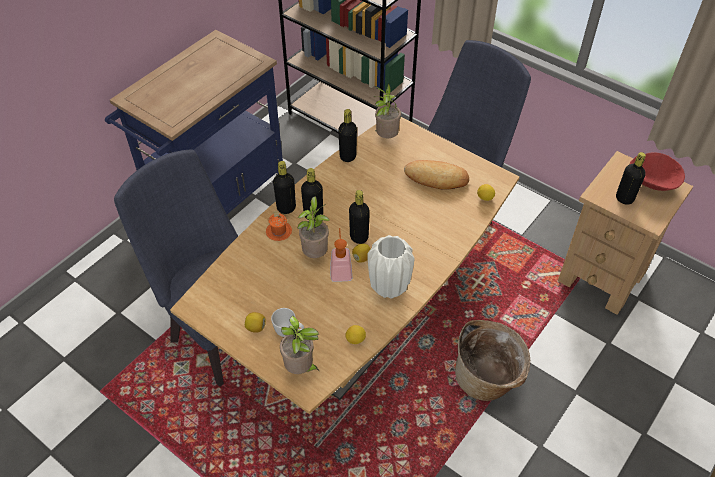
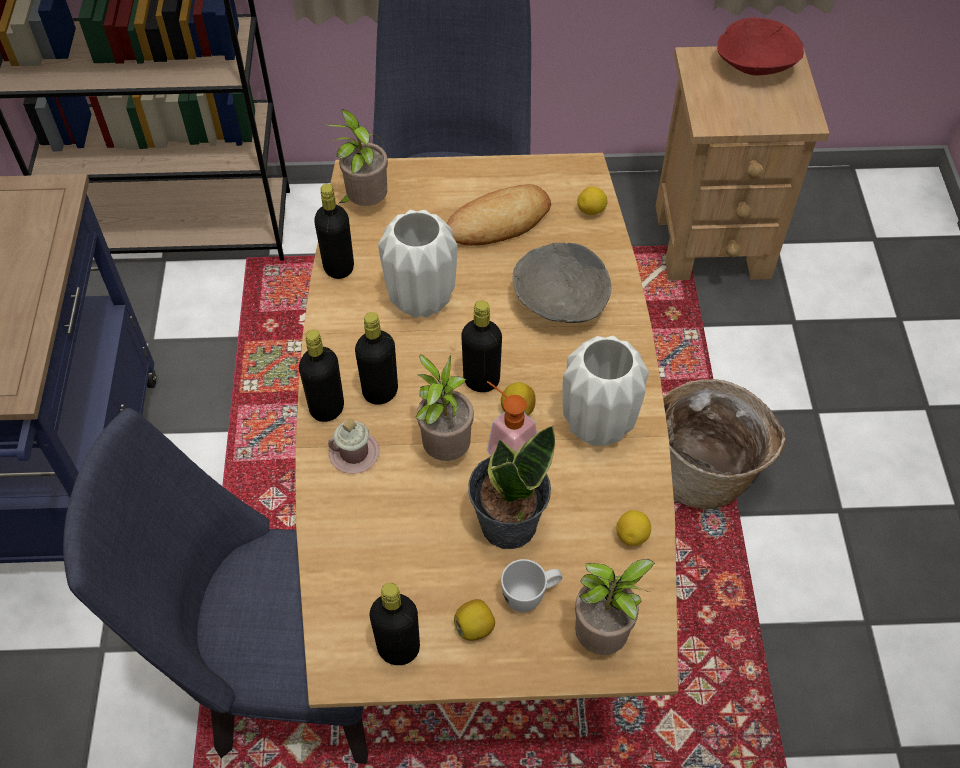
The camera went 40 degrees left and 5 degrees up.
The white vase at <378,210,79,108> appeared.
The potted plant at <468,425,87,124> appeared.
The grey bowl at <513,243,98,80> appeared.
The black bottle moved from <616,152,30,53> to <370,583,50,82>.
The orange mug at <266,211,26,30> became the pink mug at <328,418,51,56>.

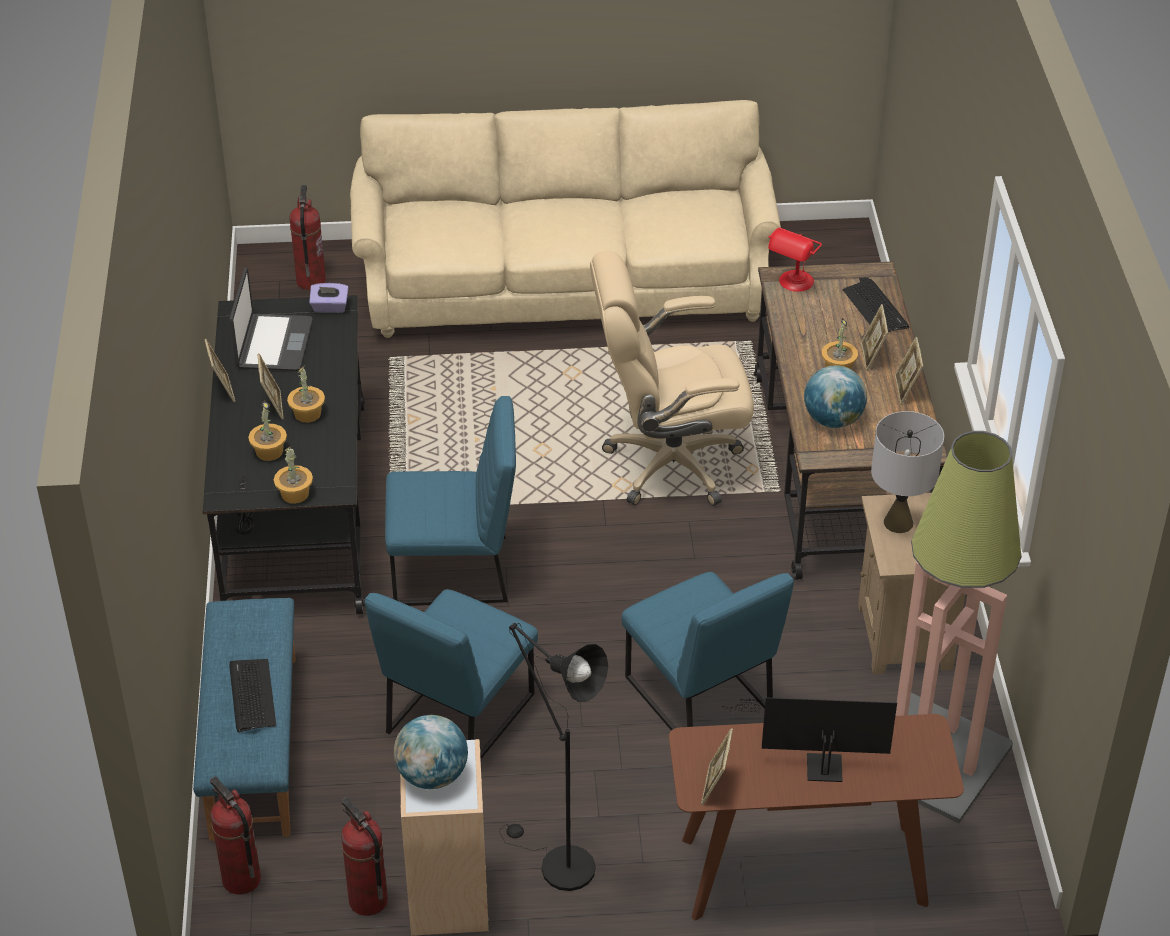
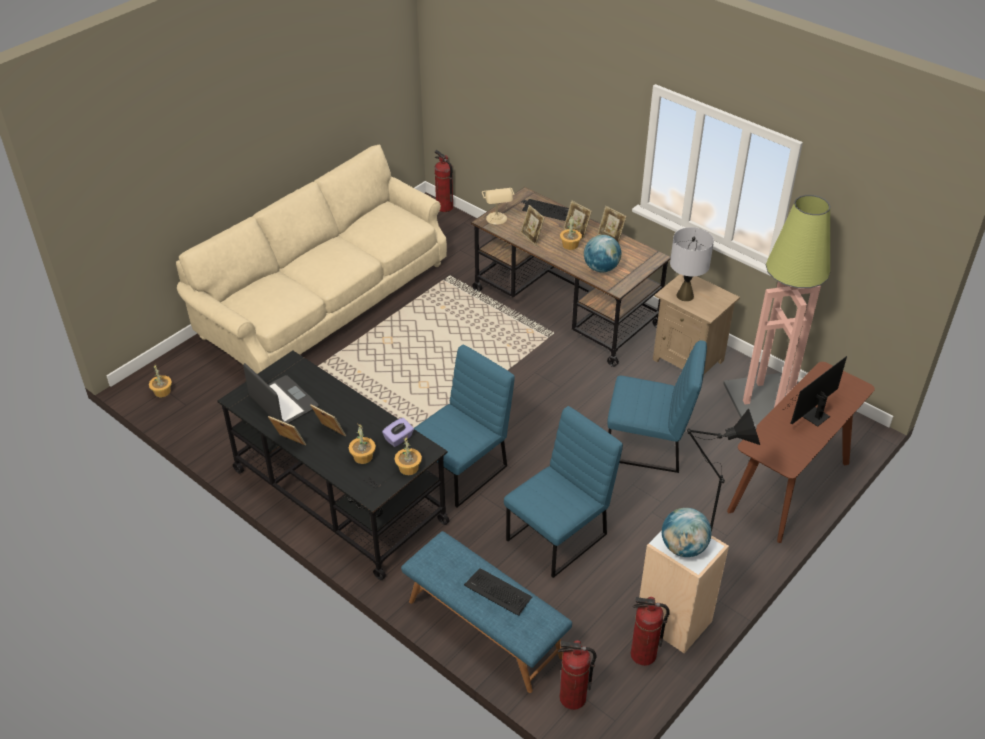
The camera went 45 degrees left and 0 degrees up.
The beige office chair at <590,251,164,255> disappeared.
The potted plant moved from <287,366,38,57> to <149,364,23,33>.
The fire extinguisher moved from <289,185,37,105> to <435,150,18,62>.
The purple tissue box moved from <309,283,40,30> to <382,418,32,29>.
The picture frame moved from <701,728,32,77> to <520,205,25,40>.
The red table lamp at <768,228,54,64> became the beige table lamp at <482,188,33,37>.
The blue chair at <364,589,174,170> turned 120 degrees counterclockwise.

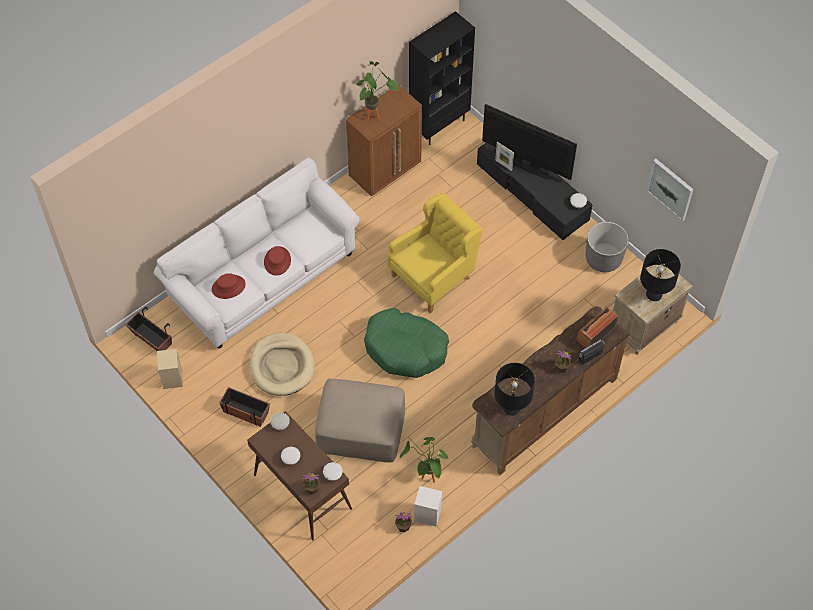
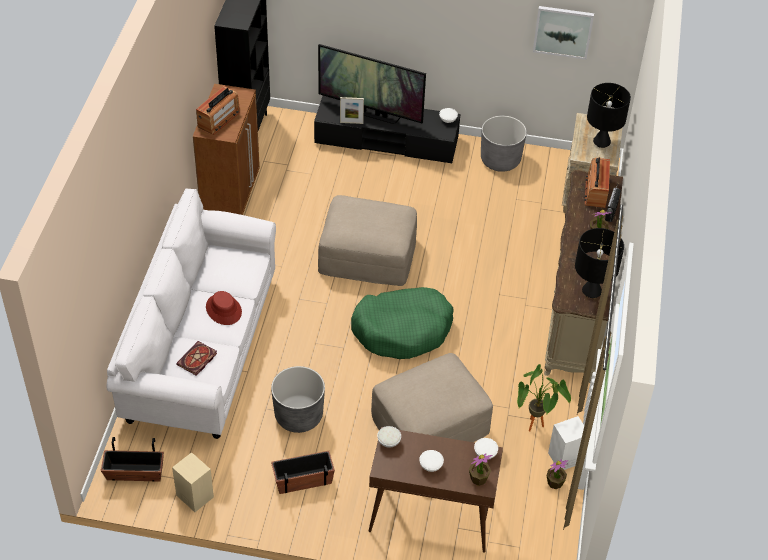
The camera went 40 degrees left and 10 degrees down.
The red hat at <212,273,34,26> was replaced by the book at <176,341,41,34>.
The beige dog bed at <250,333,65,62> was replaced by the grey planter at <271,366,54,67>.
The potted plant at <356,61,42,60> was replaced by the radio at <196,86,44,49>.
The yellow armchair at <387,193,96,120> was replaced by the beige ottoman at <318,195,99,91>.
The television at <482,104,95,76> turned 150 degrees counterclockwise.

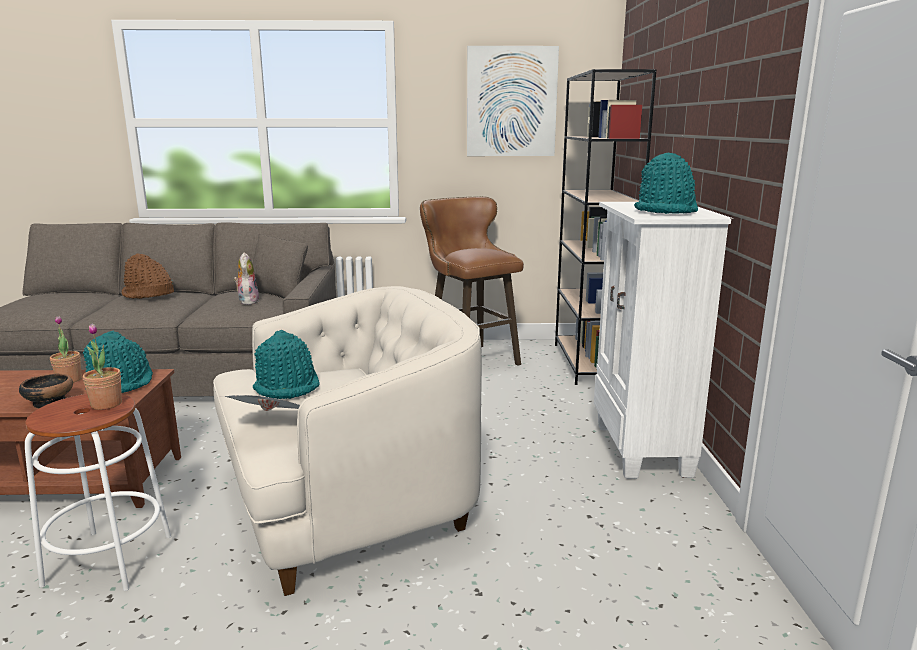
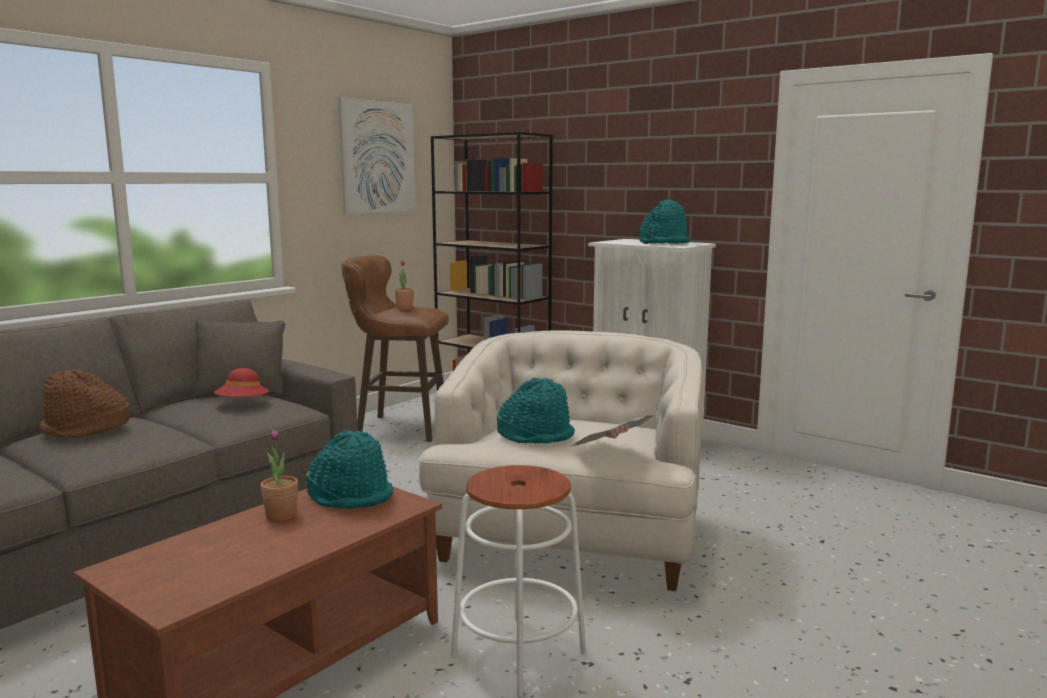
The camera went 50 degrees left and 5 degrees down.
The bowl at <19,374,54,34> disappeared.
The potted plant moved from <83,324,39,86> to <395,260,19,50>.
The plush toy at <234,252,25,53> was replaced by the red hat at <213,368,57,30>.

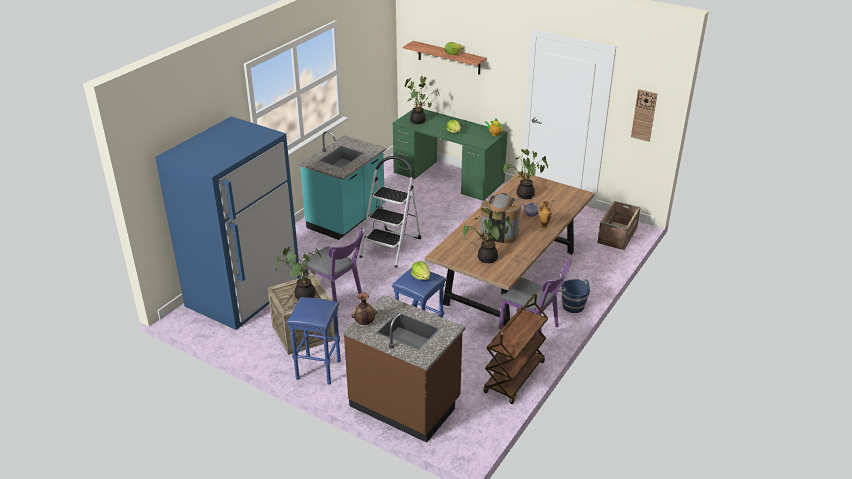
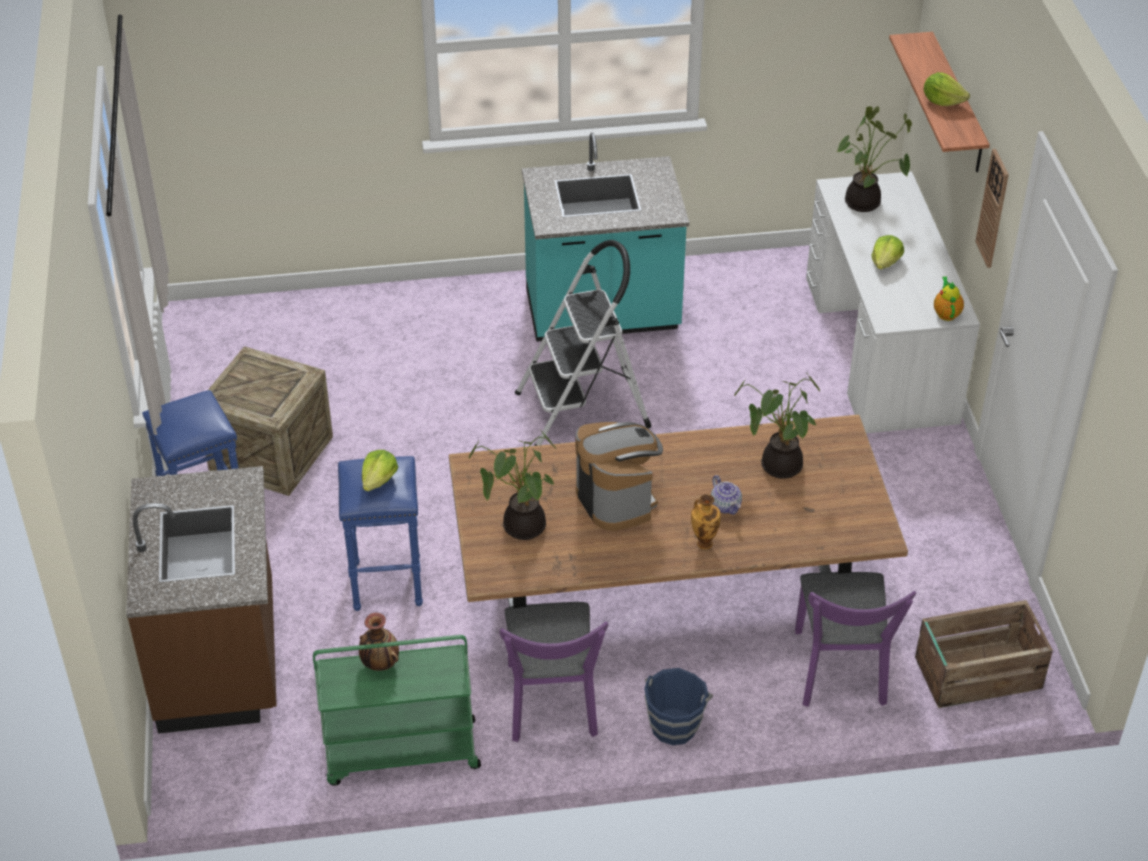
The camera went 50 degrees right and 10 degrees up.
The blue fridge at <155,116,146,214> disappeared.
The potted plant at <276,247,46,53> disappeared.
The purple chair moved from <302,228,62,74> to <795,572,121,135>.
The vase moved from <352,293,25,32> to <359,613,40,58>.
The wall clock moved from <631,89,27,53> to <975,149,34,119>.
The green desk at <392,109,116,92> became the white desk at <806,172,174,261>.
The brown cart at <483,294,65,110> became the green cart at <313,635,168,151>.

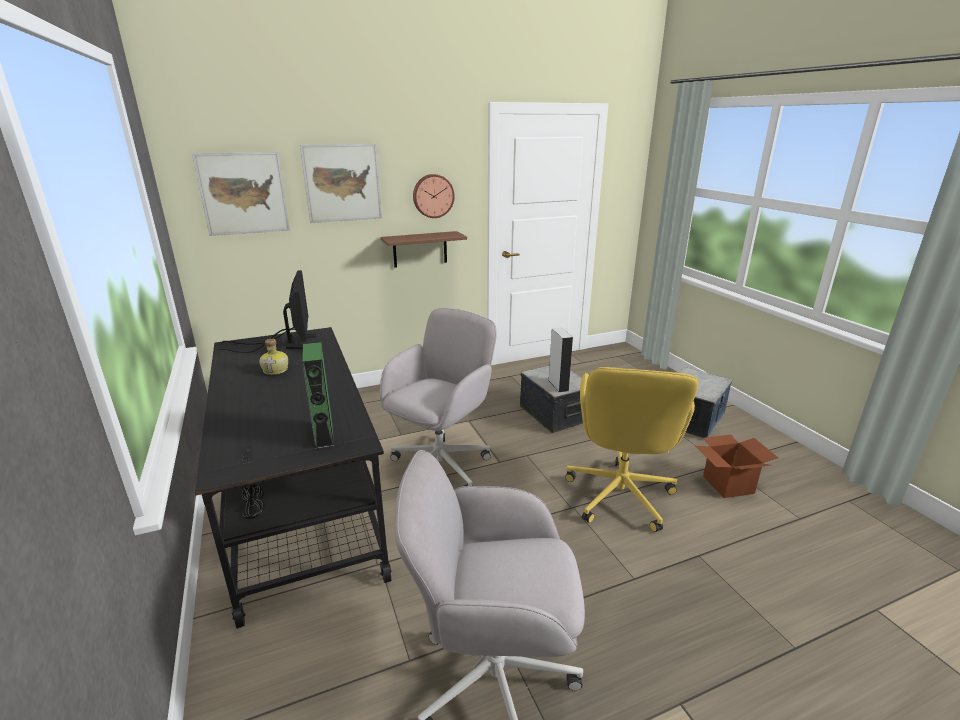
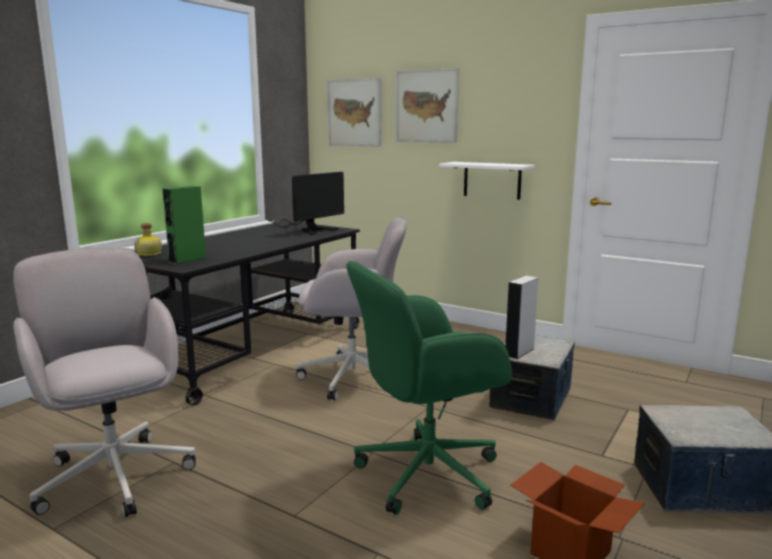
The camera went 55 degrees right and 10 degrees down.
The wall clock at <413,174,42,44> disappeared.
The bottle moved from <259,339,29,36> to <134,223,28,33>.
The brown shelf at <380,231,87,37> became the white shelf at <439,162,96,38>.
The yellow office chair at <565,367,133,165> became the green office chair at <347,261,165,254>.

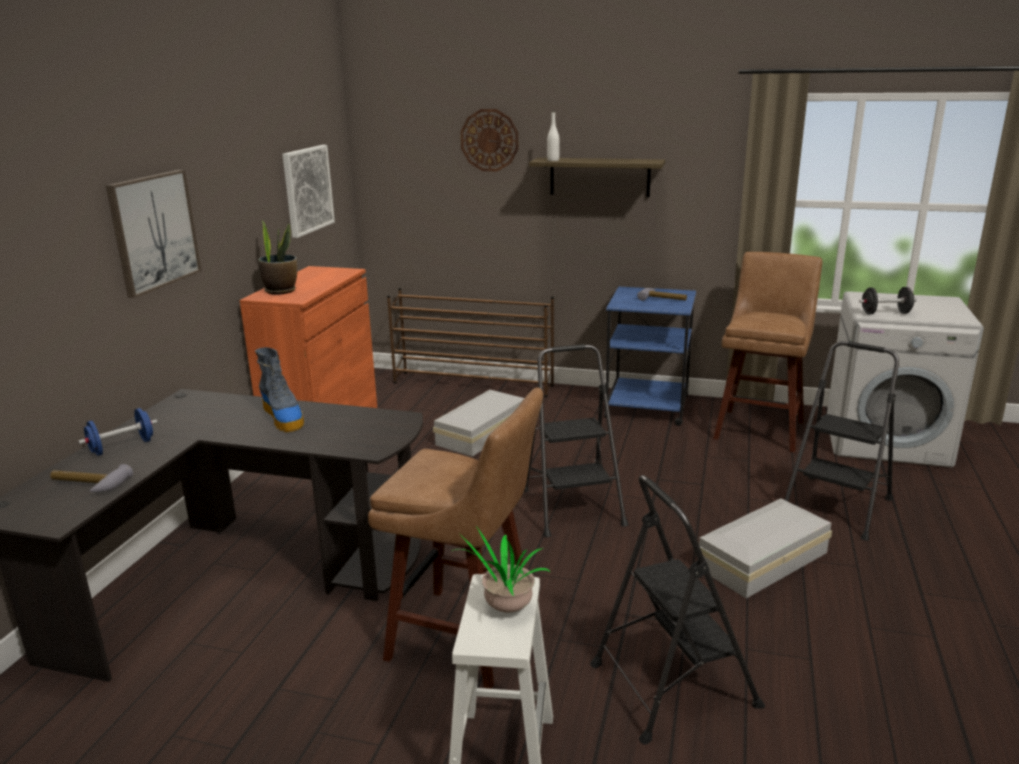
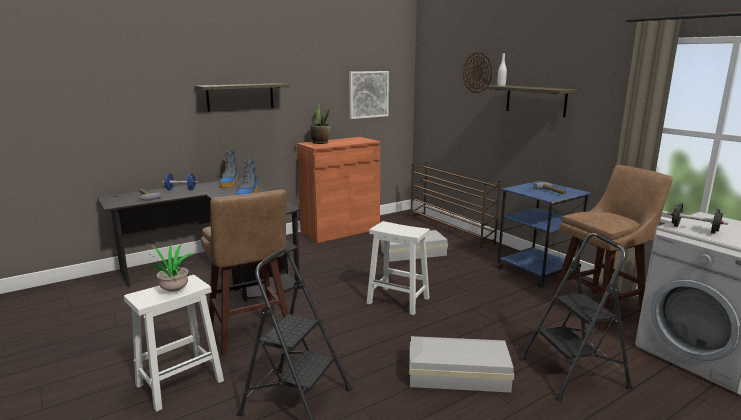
The camera went 40 degrees right and 5 degrees down.
The boot at <220,150,18,38> appeared.
The picture at <106,170,96,128> was replaced by the shelf at <196,83,94,29>.
The black step ladder at <524,344,105,193> was replaced by the white stool at <367,221,63,94>.

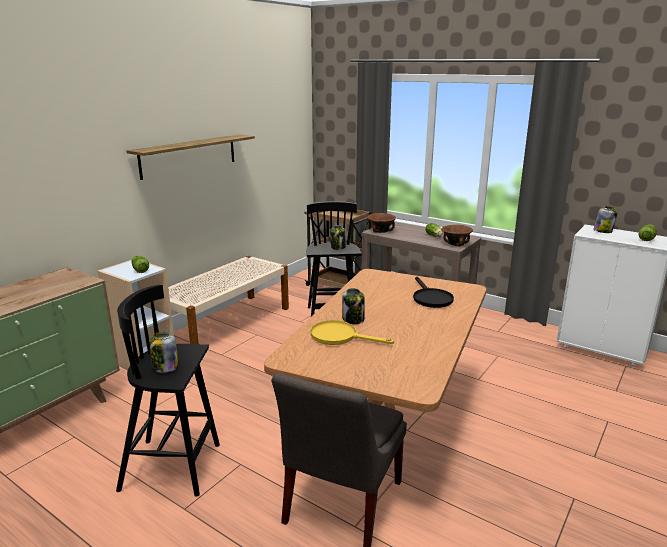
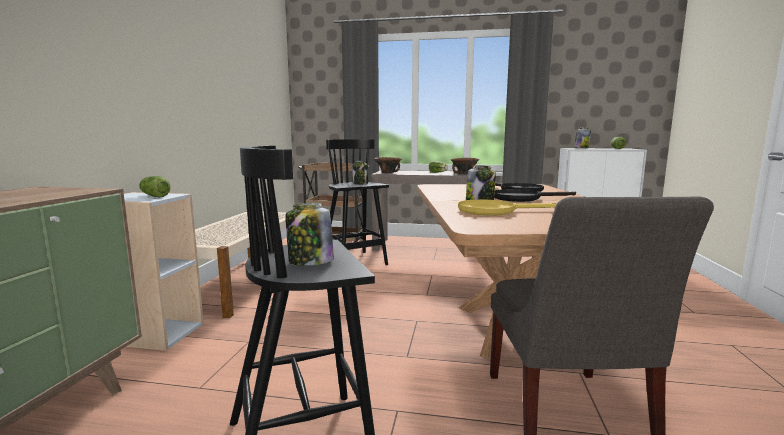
The camera went 25 degrees left and 10 degrees down.
The shelf at <127,134,128,46> disappeared.
The black frying pan at <494,189,82,13> appeared.

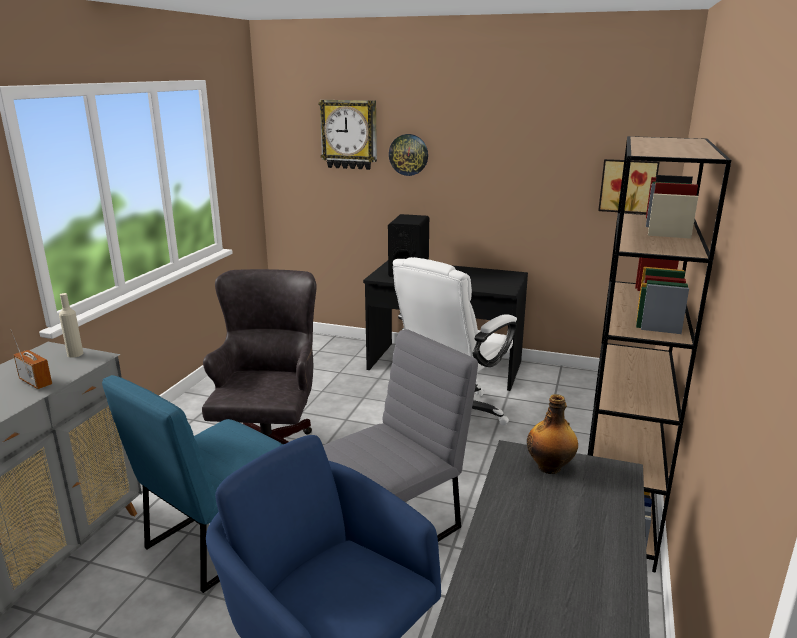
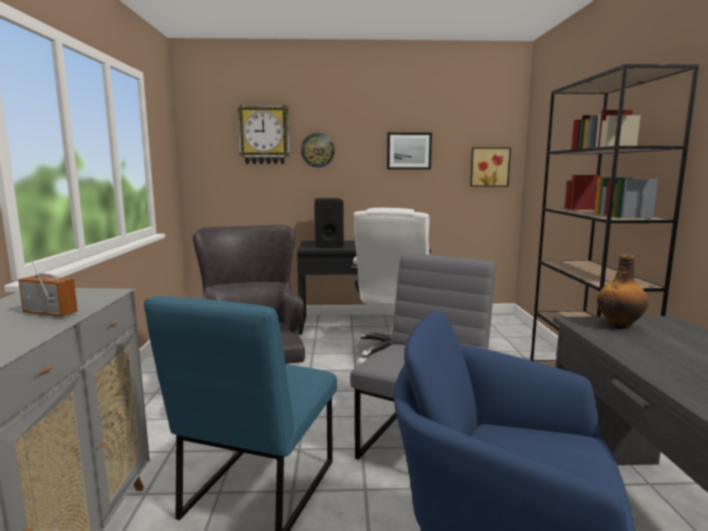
The camera went 20 degrees left and 10 degrees down.
The beige bottle at <59,293,24,65> disappeared.
The picture at <387,132,45,38> appeared.

